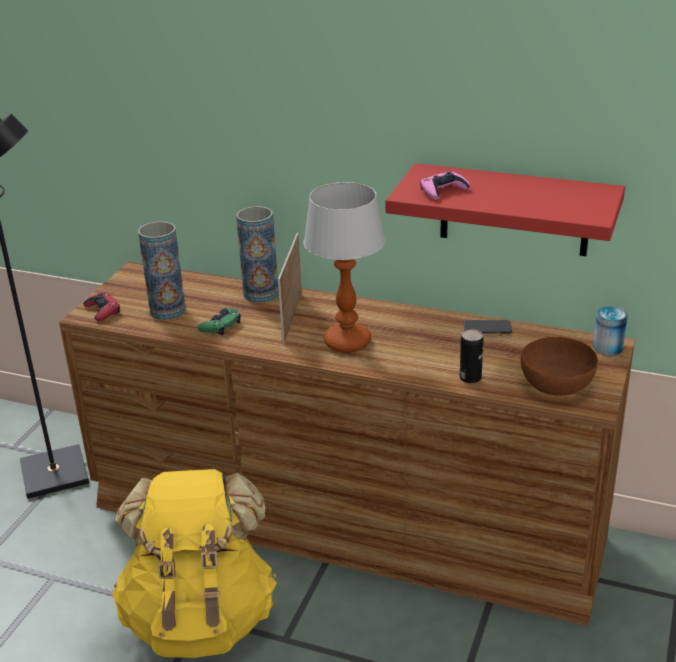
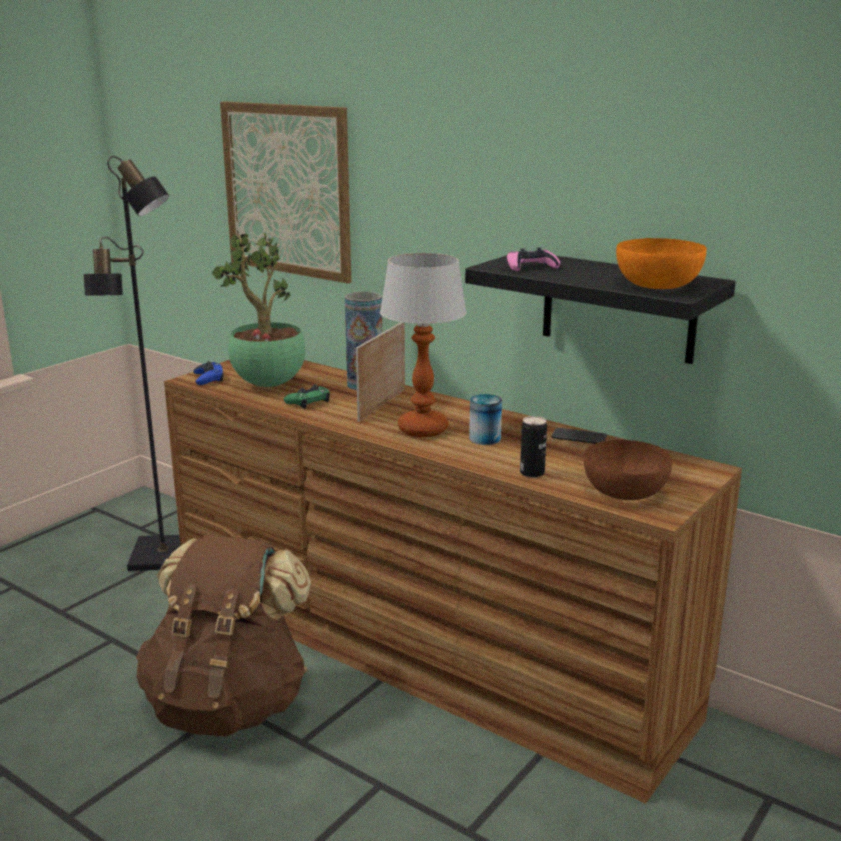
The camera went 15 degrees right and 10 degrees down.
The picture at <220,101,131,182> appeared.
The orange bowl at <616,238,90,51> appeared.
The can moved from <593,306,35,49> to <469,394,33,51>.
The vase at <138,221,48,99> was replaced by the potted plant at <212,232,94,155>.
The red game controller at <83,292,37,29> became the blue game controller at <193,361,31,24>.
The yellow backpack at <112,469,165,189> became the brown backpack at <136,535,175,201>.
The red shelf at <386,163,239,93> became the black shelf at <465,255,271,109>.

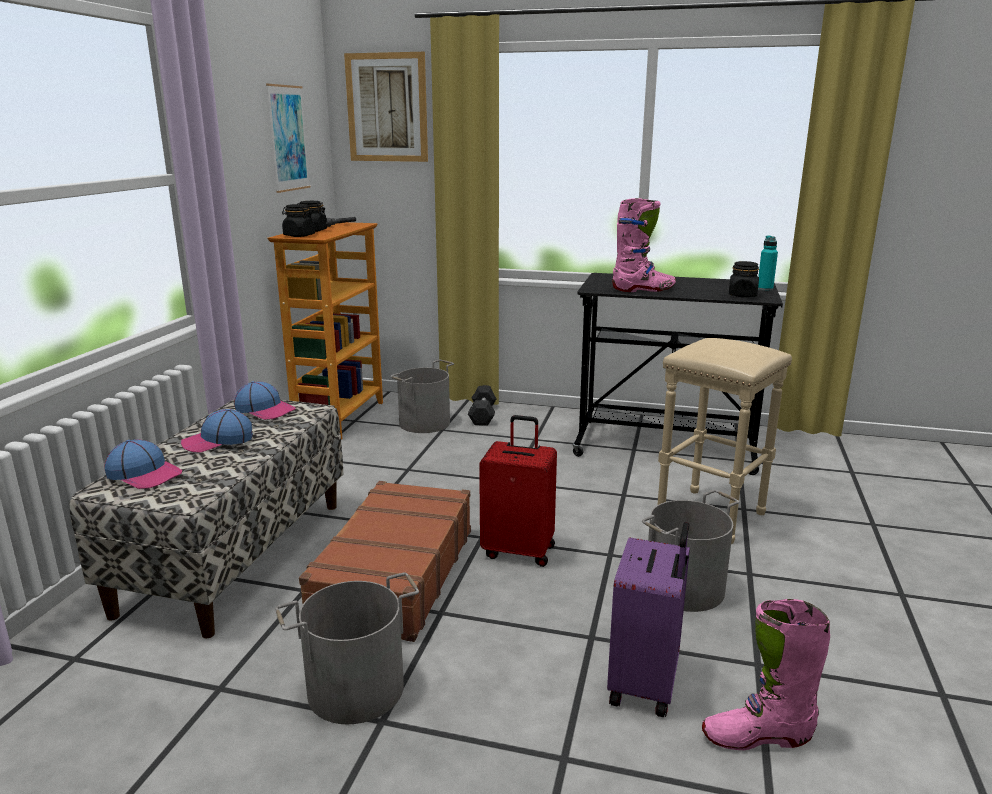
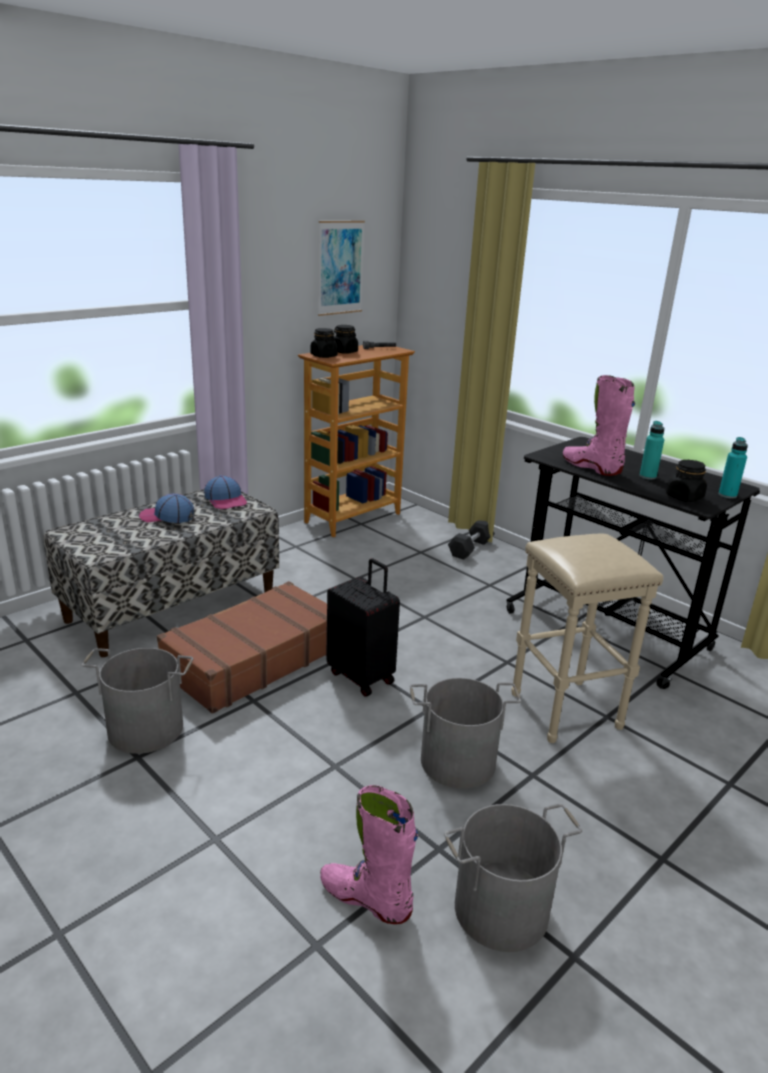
The camera went 30 degrees right and 5 degrees up.
The cap at <104,439,78,50> disappeared.
The picture at <344,52,84,110> disappeared.
The purple suitcase at <607,522,83,195> disappeared.
The turquoise bottle at <639,421,25,59> appeared.
The grey bucket moved from <390,359,64,74> to <444,804,138,148>.
The red suitcase at <479,415,78,152> became the black suitcase at <326,558,74,139>.
The pink boot at <612,198,64,94> turned 150 degrees counterclockwise.

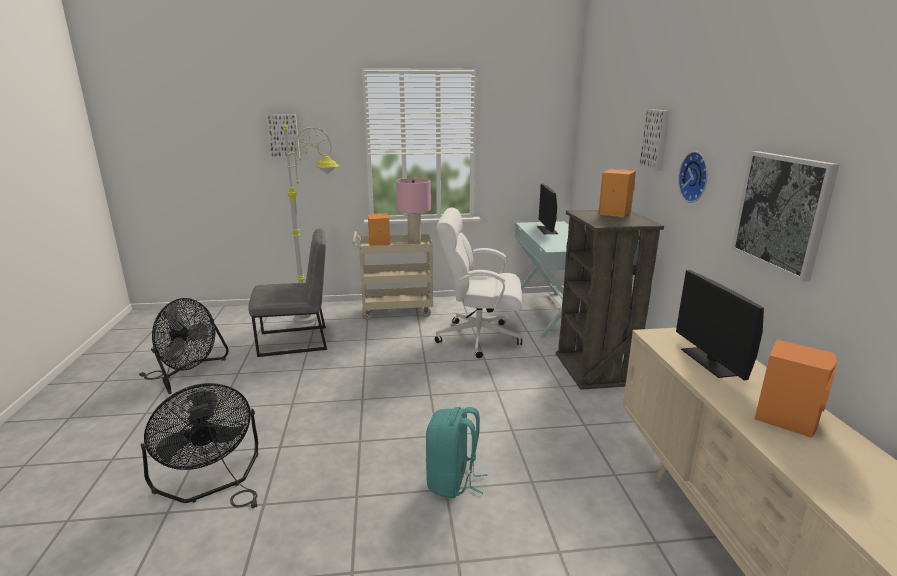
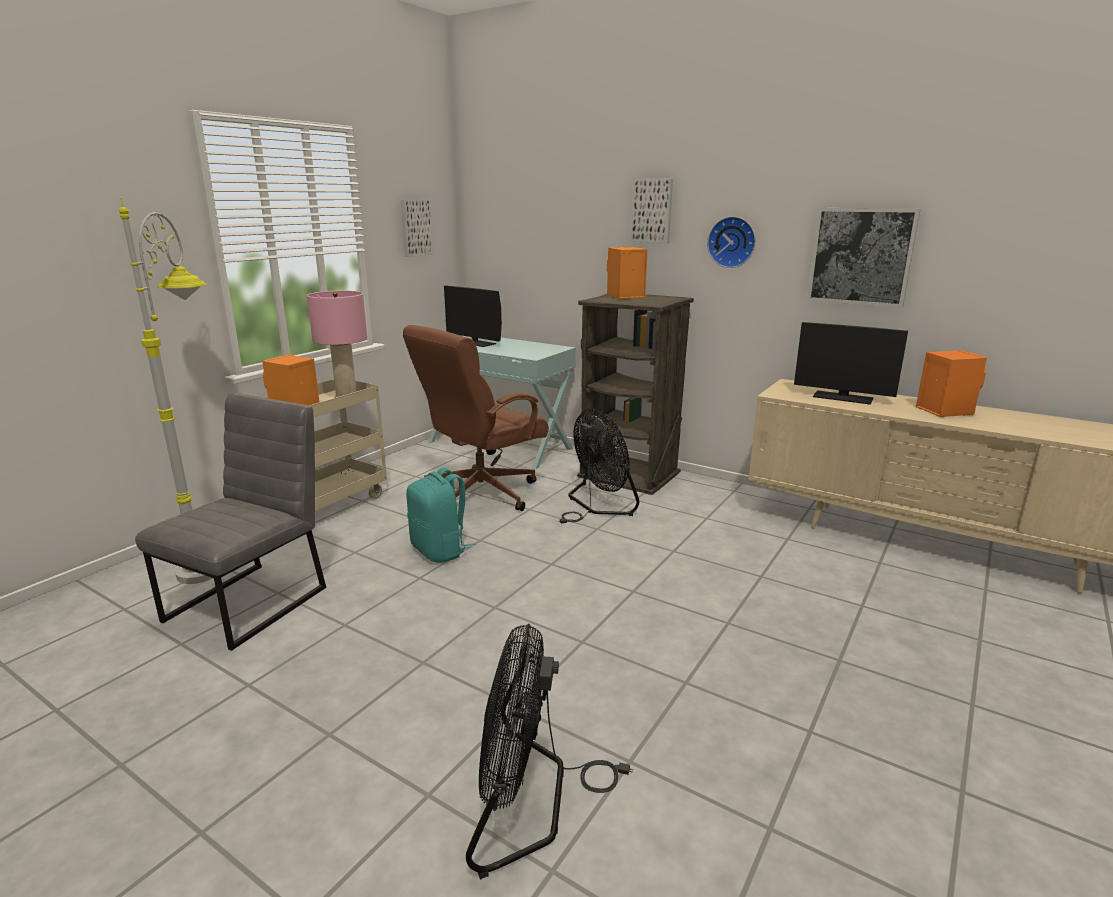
The camera went 50 degrees left and 0 degrees up.
The black fan moved from <139,298,90,96> to <559,409,80,115>.
The picture moved from <266,114,34,44> to <400,199,33,58>.
The turquoise backpack moved from <426,407,62,91> to <406,468,70,95>.
The white office chair at <435,208,87,150> became the brown office chair at <403,325,146,186>.

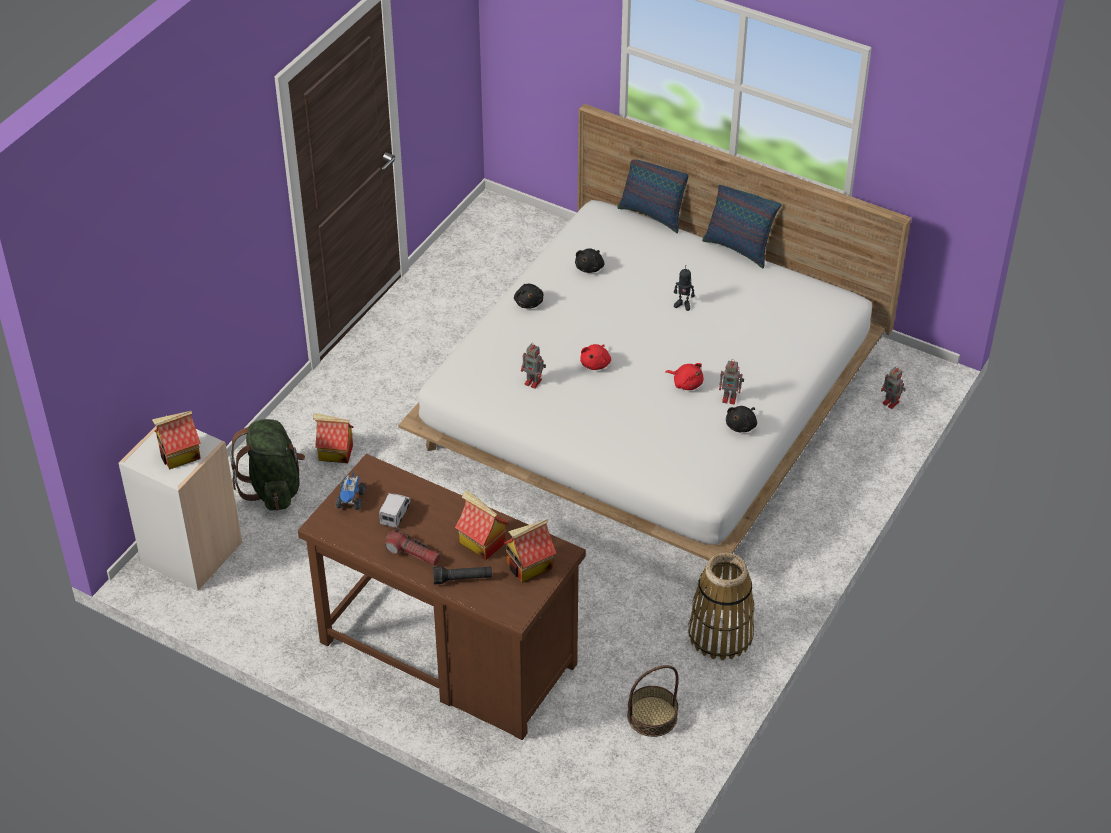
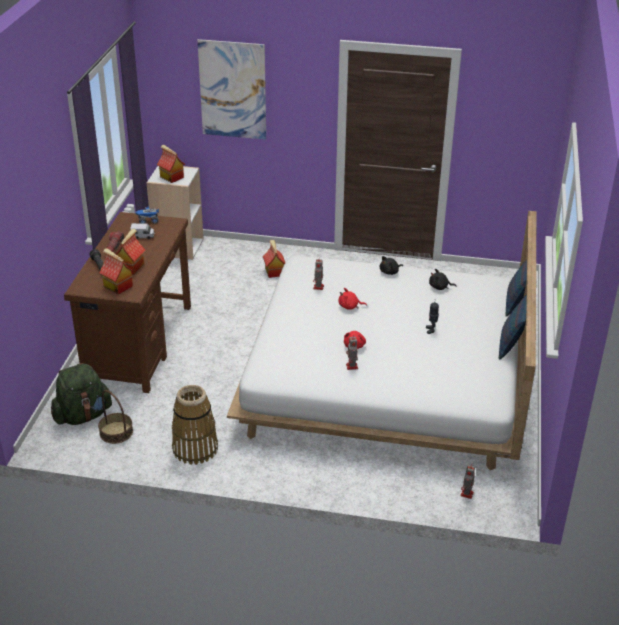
The camera went 70 degrees right and 10 degrees down.
The black plush toy at <726,406,31,26> disappeared.
The picture at <197,39,69,101> appeared.
The green backpack moved from <230,419,75,92> to <51,363,61,62>.

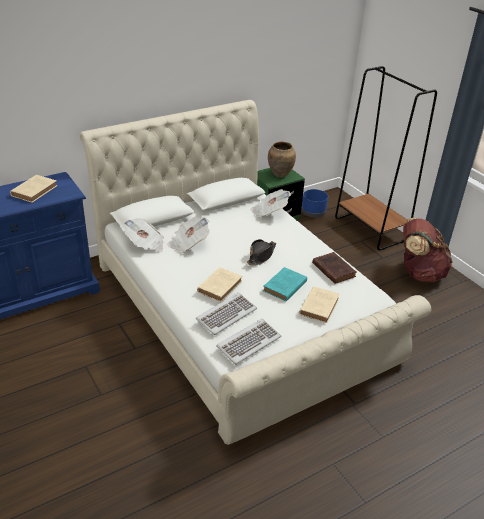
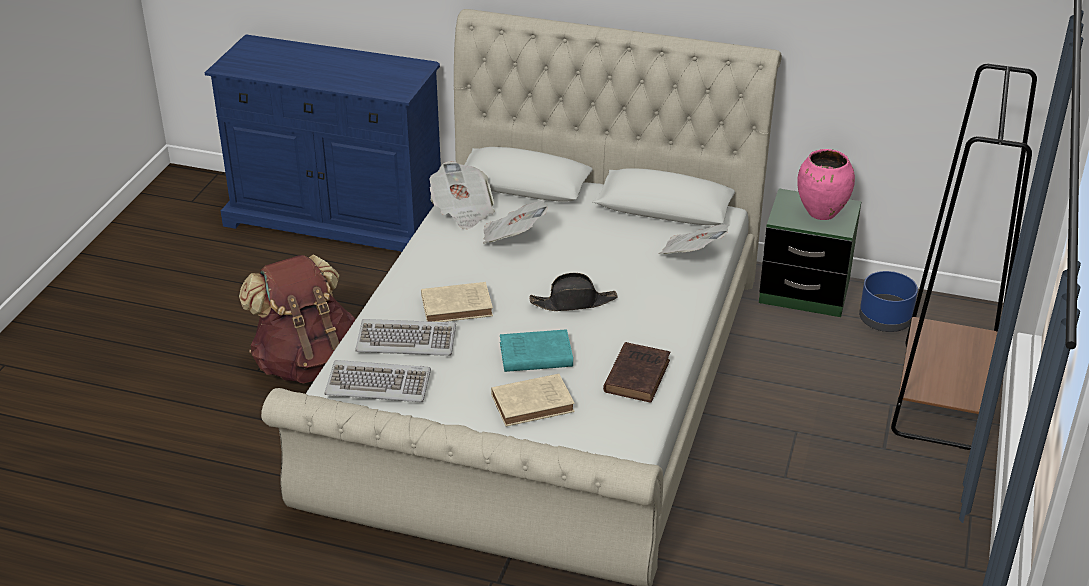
The camera went 50 degrees right and 0 degrees up.
The beige book at <10,175,47,28> disappeared.
The brown backpack moved from <403,218,50,64> to <239,255,117,128>.
The brown vase at <268,142,28,35> became the pink vase at <797,149,58,71>.

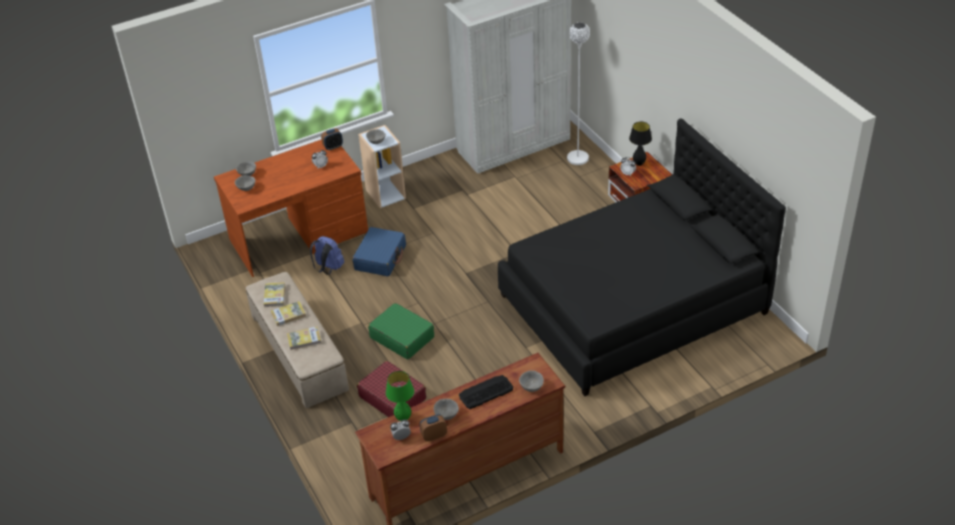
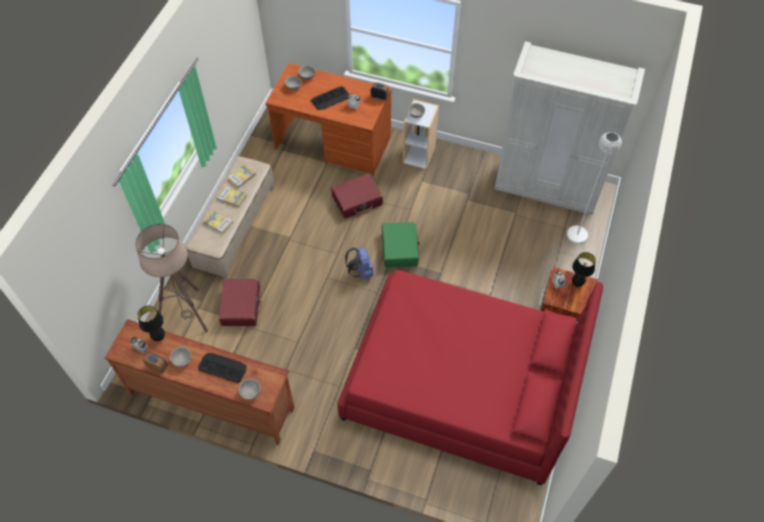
The camera went 45 degrees right and 15 degrees up.
The floor lamp at <136,224,72,109> appeared.
The keyboard at <311,86,38,24> appeared.
The blue backpack moved from <310,236,34,39> to <345,247,29,32>.
The green suitcase moved from <368,303,66,56> to <382,222,38,45>.
The blue suitcase at <352,227,54,49> became the red suitcase at <331,173,52,45>.
The green table lamp at <386,371,28,51> became the black table lamp at <138,306,27,35>.
The black bed at <498,118,288,278> became the red bed at <337,270,266,215>.

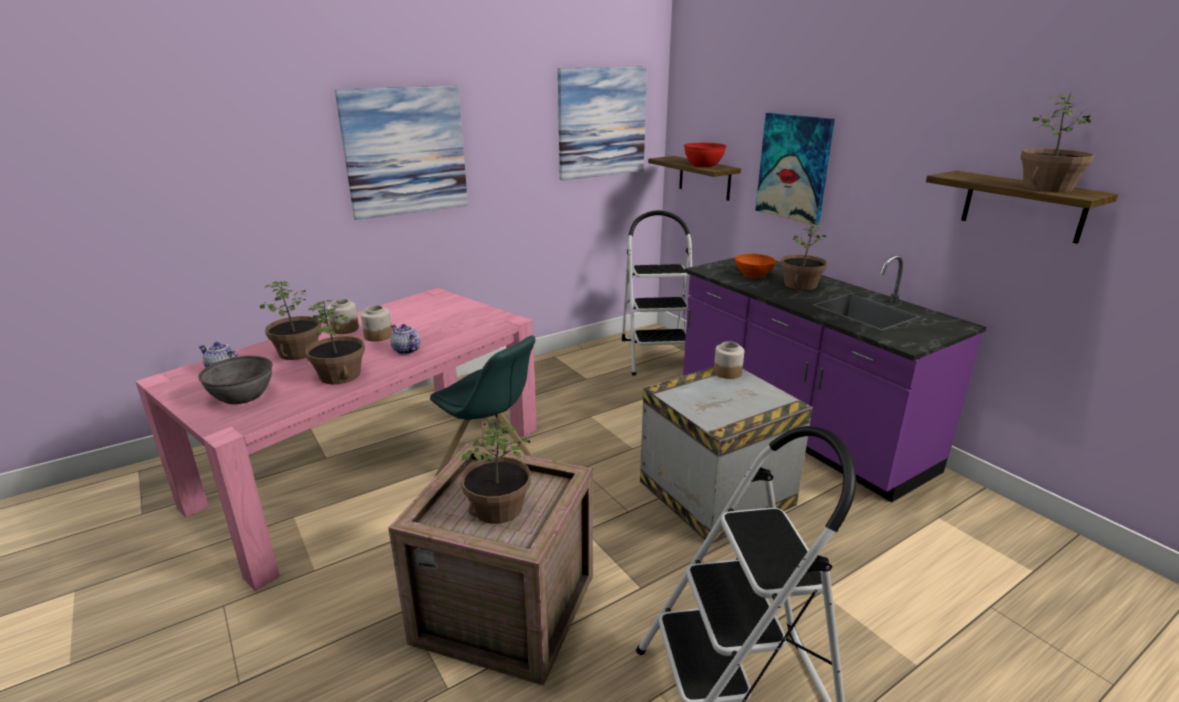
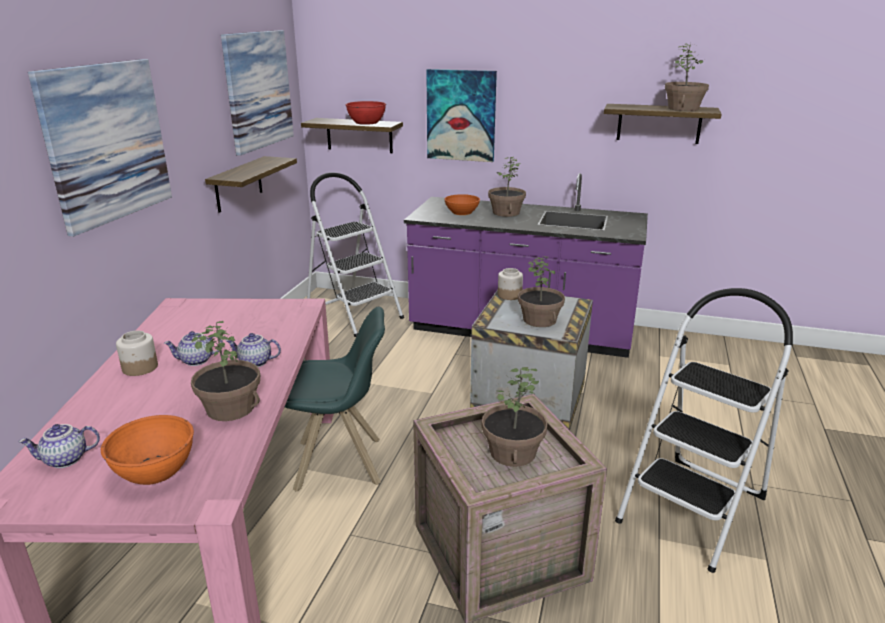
The camera went 40 degrees left and 0 degrees up.
The shelf at <205,156,92,57> appeared.
The potted plant moved from <260,281,61,79> to <518,256,47,71>.
The jar at <361,305,31,37> was replaced by the teapot at <164,331,59,35>.
The grey bowl at <198,356,74,48> became the orange bowl at <101,415,93,70>.

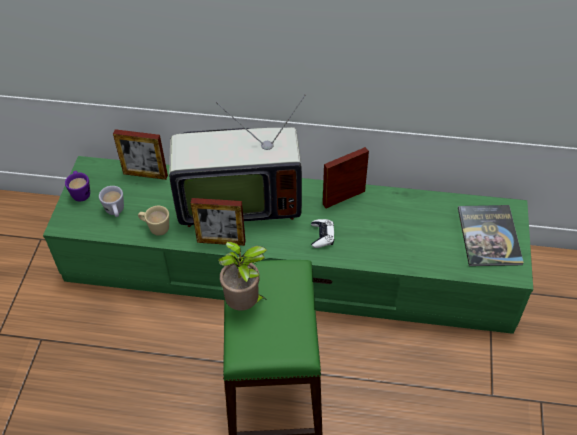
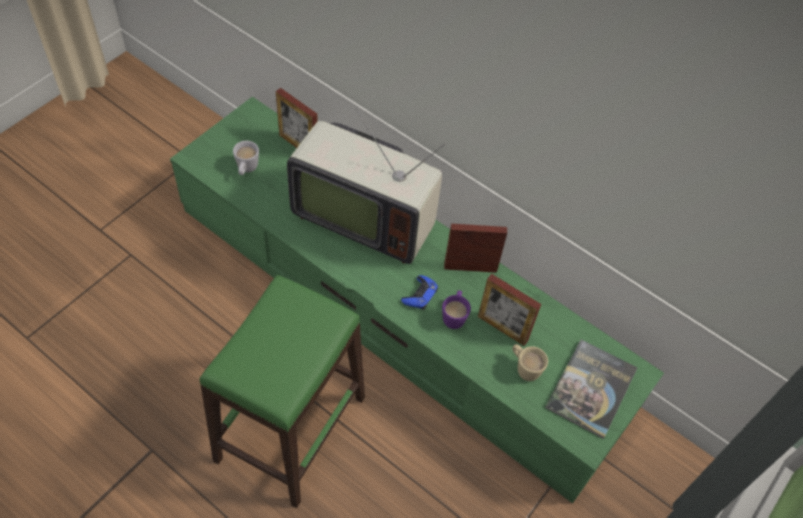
The camera went 25 degrees right and 5 degrees up.
The potted plant at <218,241,50,69> disappeared.
The purple mug moved from <65,171,25,30> to <442,290,29,39>.
The beige mug moved from <138,206,31,30> to <512,344,36,37>.
The picture frame moved from <191,198,55,48> to <478,274,63,72>.
The white game controller at <311,219,23,29> became the blue game controller at <401,275,37,35>.

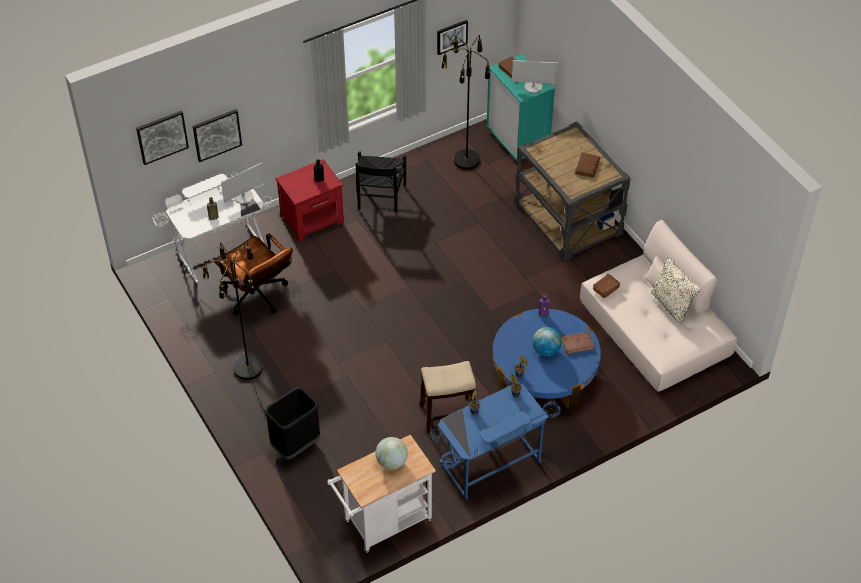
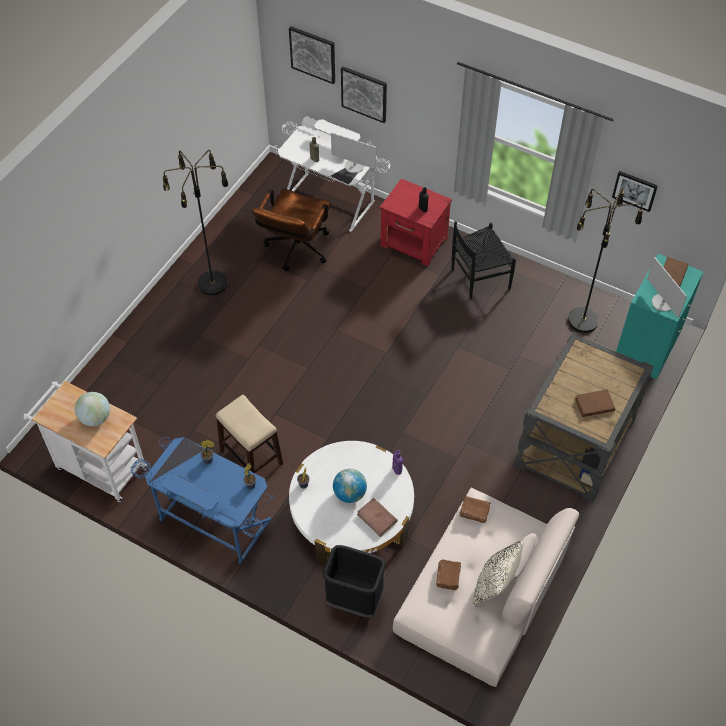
The camera went 60 degrees right and 5 degrees up.
The brown book at <436,559,25,31> appeared.
The black trash can moved from <264,387,56,73> to <323,545,63,73>.
The blue coffee table at <493,309,108,104> became the white coffee table at <289,441,125,125>.

